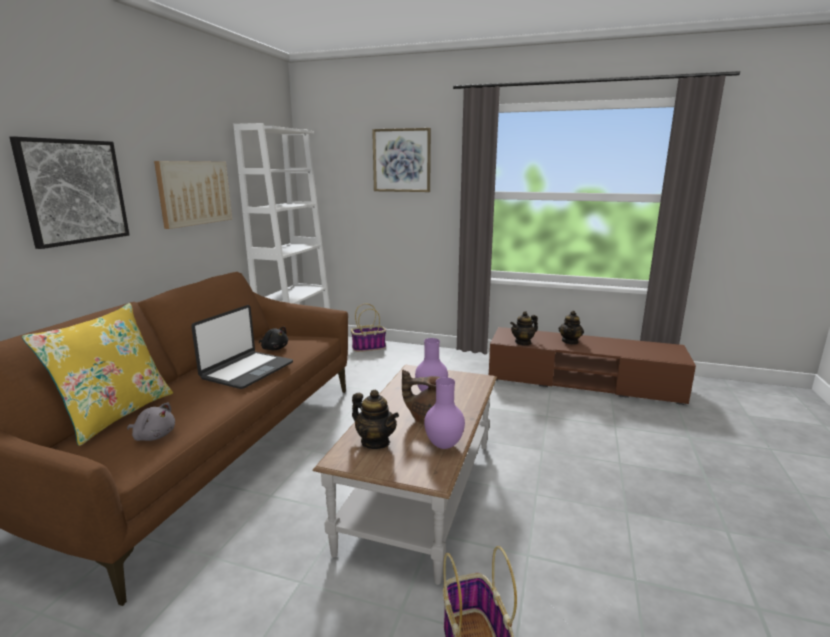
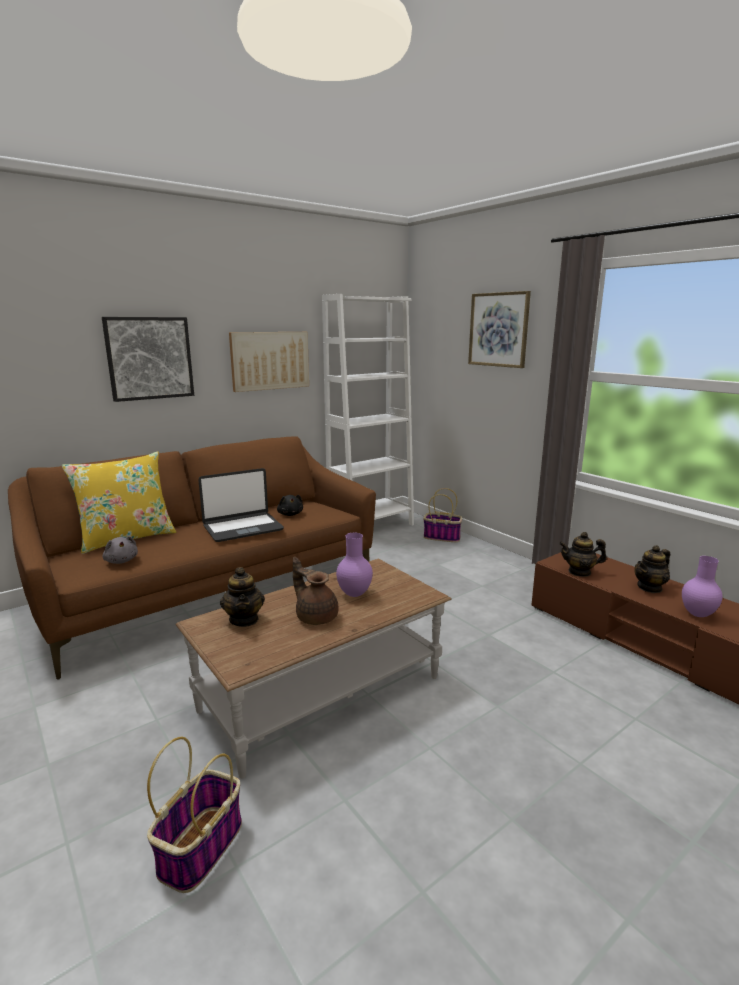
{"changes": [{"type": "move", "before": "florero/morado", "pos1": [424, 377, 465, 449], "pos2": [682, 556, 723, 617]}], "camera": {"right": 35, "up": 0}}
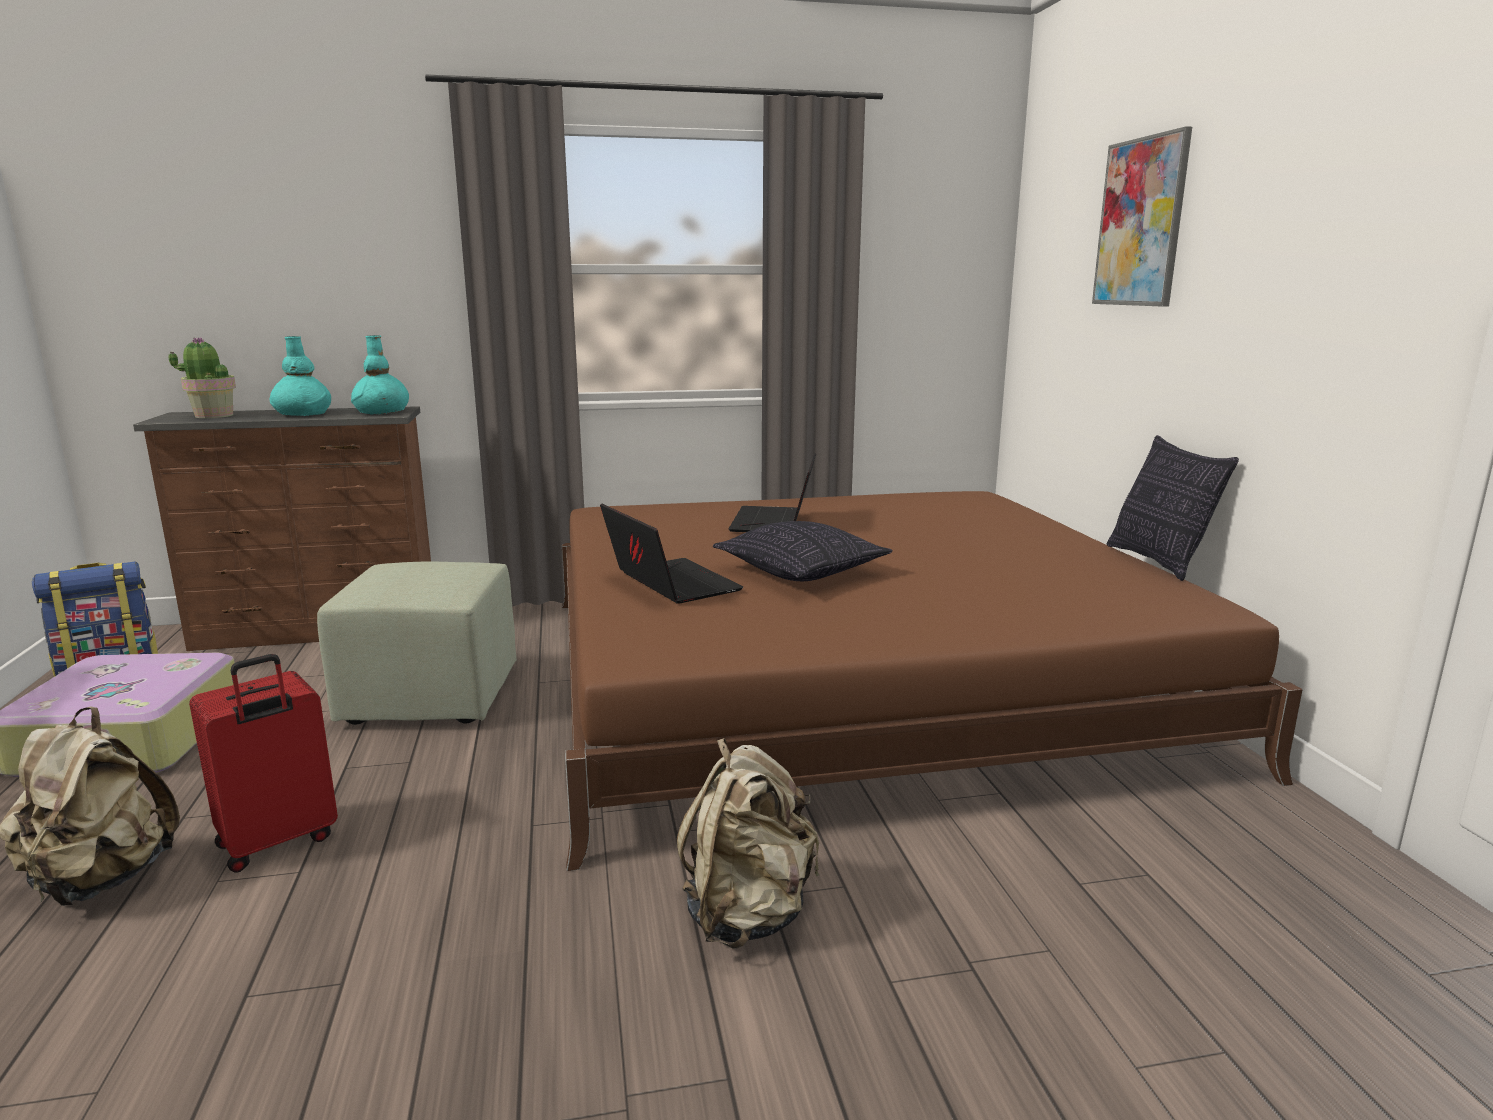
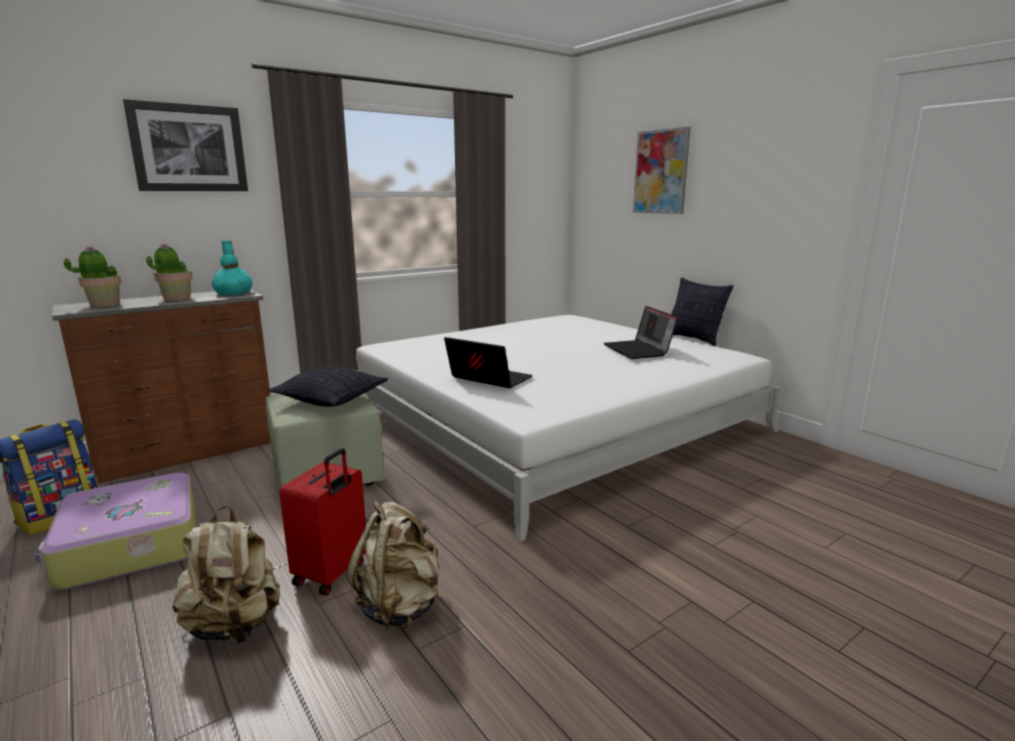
{"changes": [{"type": "insert", "after": "cuadro", "pos2": [123, 99, 248, 191]}, {"type": "replace", "before": "florero/turquesa", "after": "planta en maceta", "pos1": [269, 336, 331, 416], "pos2": [146, 244, 193, 301]}, {"type": "move", "before": "cojín", "pos1": [713, 521, 893, 581], "pos2": [267, 367, 388, 407]}, {"type": "move", "before": "mochila/beis", "pos1": [677, 738, 820, 948], "pos2": [347, 500, 440, 630]}, {"type": "recolor", "before": "cama/marrón", "after": "cama/blanco", "pos1": [562, 491, 1303, 871], "pos2": [356, 315, 781, 542]}, {"type": "move", "before": "portátil", "pos1": [729, 453, 816, 532], "pos2": [604, 306, 678, 359]}], "camera": {"right": -25, "up": 0}}
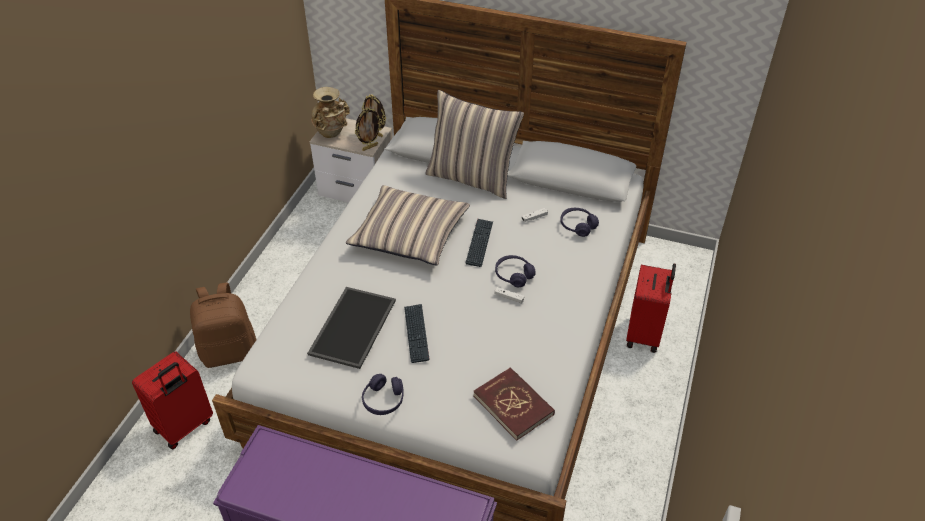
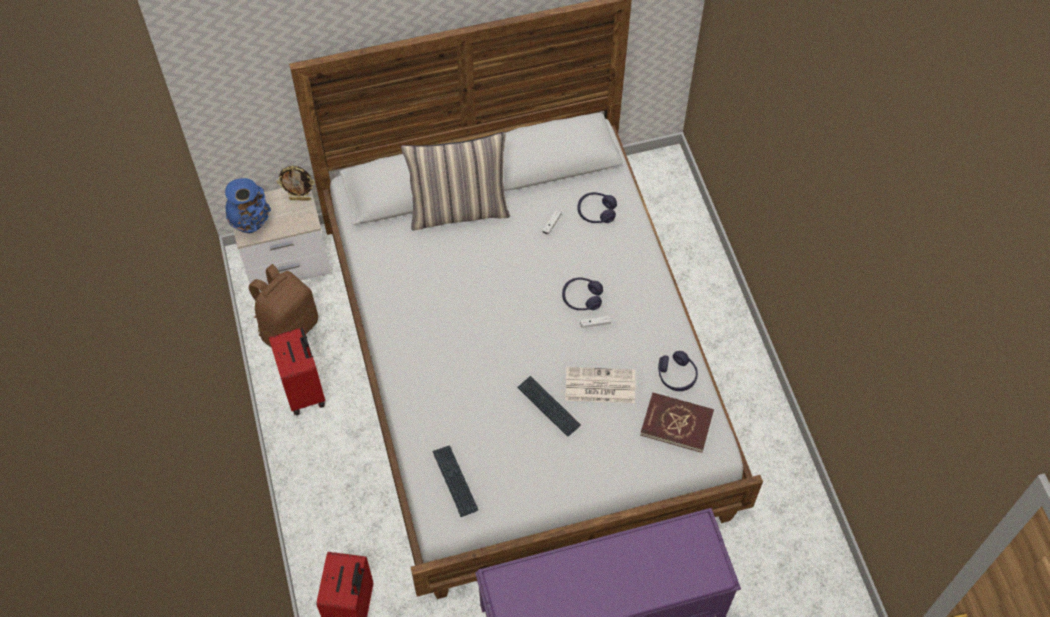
{"changes": [{"type": "recolor", "before": "florero/beis", "after": "florero/azul", "pos1": [312, 87, 350, 138], "pos2": [225, 178, 271, 233]}, {"type": "move", "before": "mochila/marrón", "pos1": [190, 282, 257, 368], "pos2": [249, 264, 318, 347]}, {"type": "move", "before": "maleta/rojo", "pos1": [626, 263, 676, 353], "pos2": [269, 327, 325, 415]}, {"type": "move", "before": "teclado", "pos1": [465, 219, 493, 267], "pos2": [432, 445, 478, 517]}, {"type": "insert", "after": "periódico", "pos2": [565, 367, 635, 403]}, {"type": "move", "before": "auriculares/morado", "pos1": [362, 374, 403, 415], "pos2": [658, 351, 698, 391]}, {"type": "delete", "before": "bandeja", "pos1": [307, 287, 396, 369]}, {"type": "delete", "before": "cojín", "pos1": [346, 185, 470, 265]}, {"type": "delete", "before": "portarretratos", "pos1": [355, 108, 382, 151]}], "camera": {"right": -35, "up": 15}}
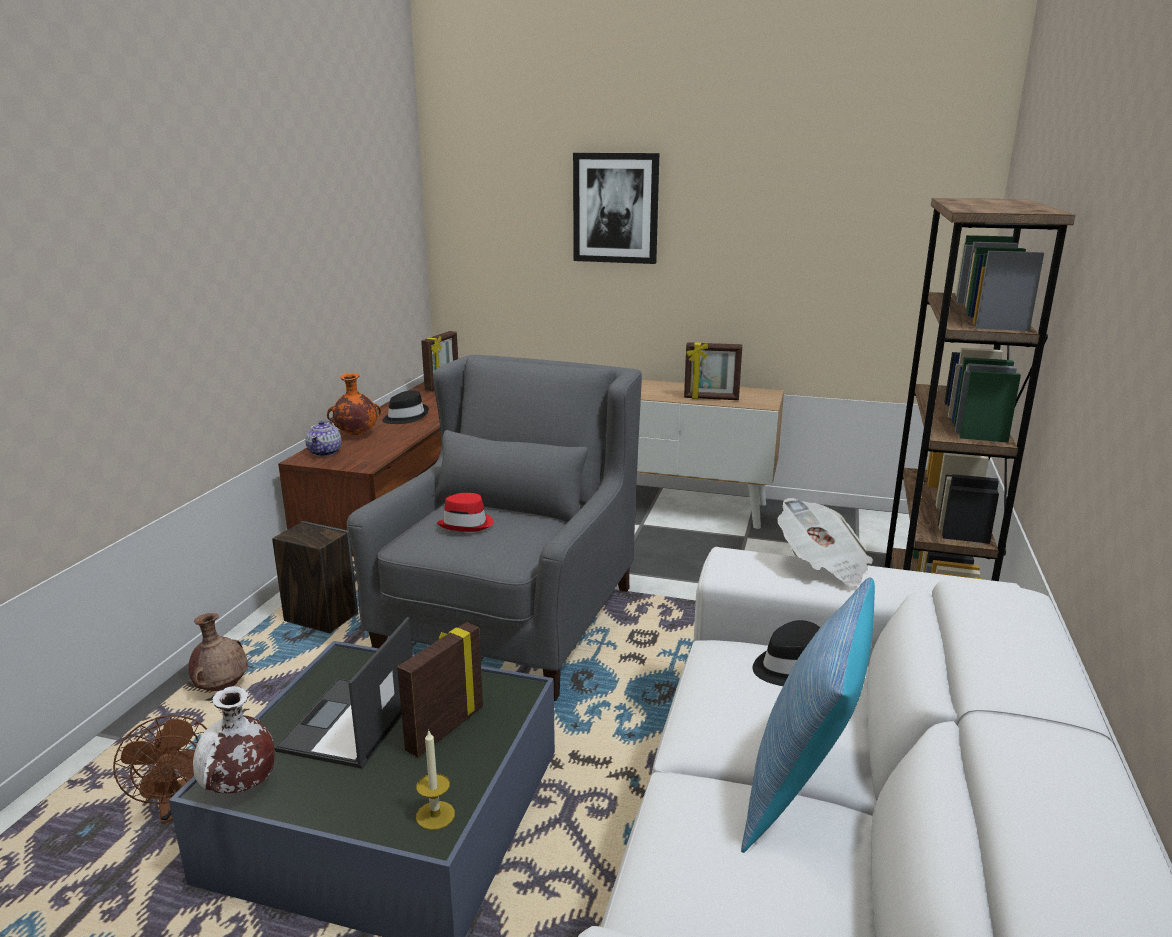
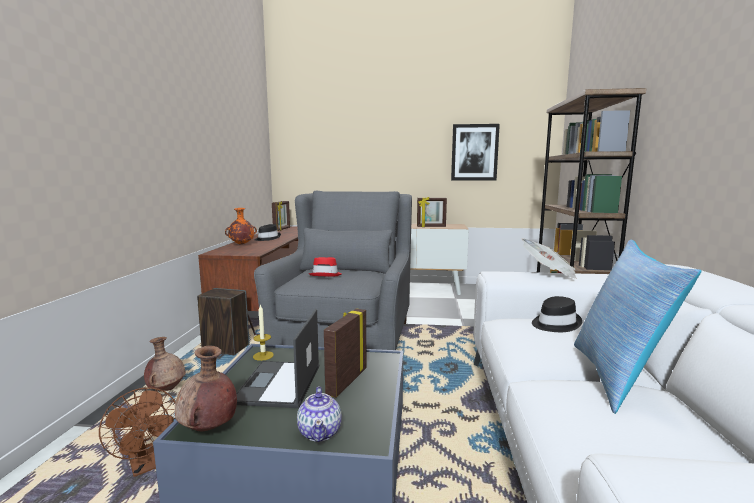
{"changes": [{"type": "recolor", "before": "florero/blanco", "after": "florero/marrón", "pos1": [193, 686, 275, 793], "pos2": [175, 346, 237, 431]}, {"type": "move", "before": "vela", "pos1": [416, 729, 455, 830], "pos2": [253, 304, 274, 361]}, {"type": "move", "before": "tetera", "pos1": [305, 421, 342, 457], "pos2": [297, 387, 342, 442]}, {"type": "move", "before": "cuadro", "pos1": [573, 153, 660, 264], "pos2": [451, 124, 500, 180]}], "camera": {"right": -10, "up": -10}}
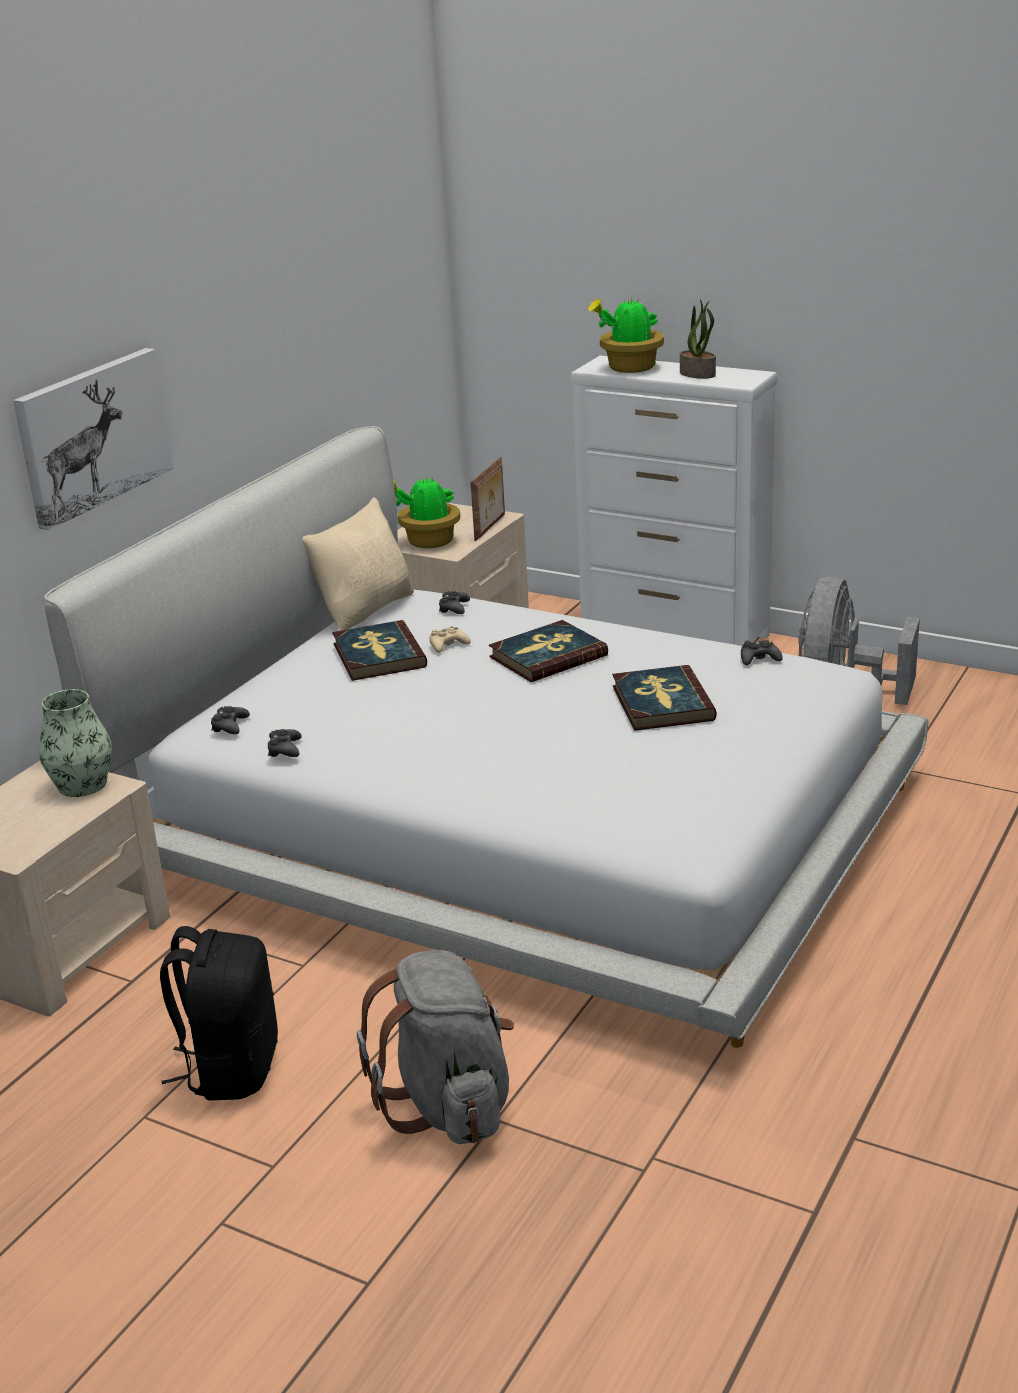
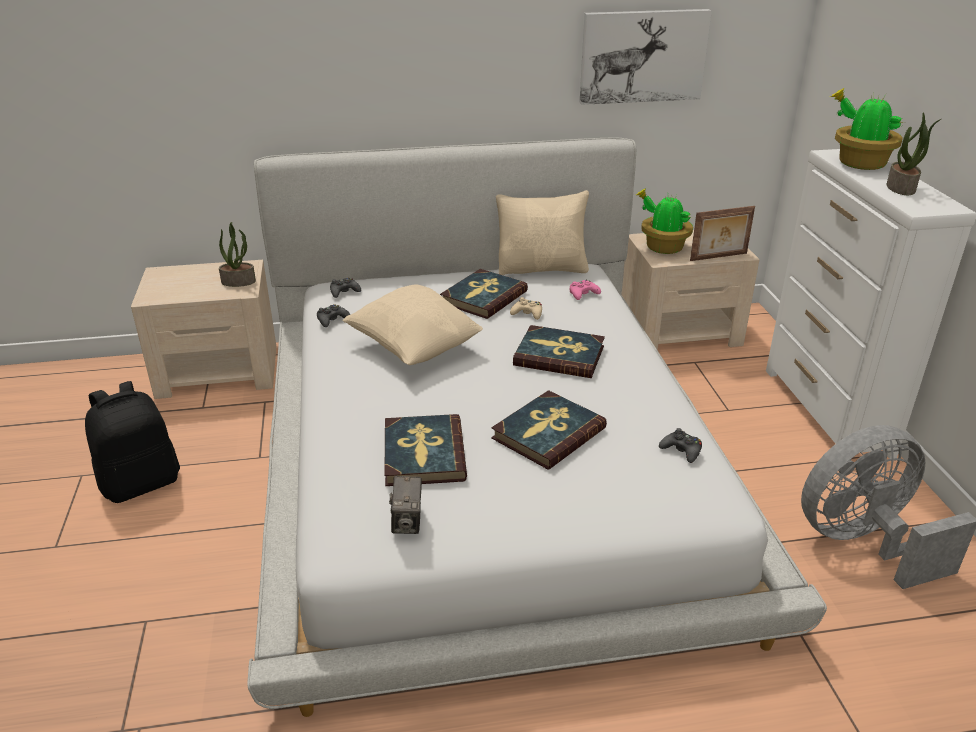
{"changes": [{"type": "replace", "before": "florero", "after": "planta en maceta", "pos1": [39, 689, 112, 797], "pos2": [219, 222, 256, 287]}, {"type": "insert", "after": "cojín/beis", "pos2": [343, 285, 483, 365]}, {"type": "insert", "after": "libro", "pos2": [384, 414, 467, 486]}, {"type": "insert", "after": "cámara", "pos2": [389, 476, 422, 534]}, {"type": "recolor", "before": "mando de consola/negro", "after": "mando de consola/rosa", "pos1": [439, 591, 470, 614], "pos2": [570, 280, 601, 300]}, {"type": "move", "before": "cuadro", "pos1": [13, 348, 174, 530], "pos2": [580, 9, 712, 105]}, {"type": "delete", "before": "mochila/gris", "pos1": [357, 950, 514, 1144]}], "camera": {"right": 50, "up": 5}}
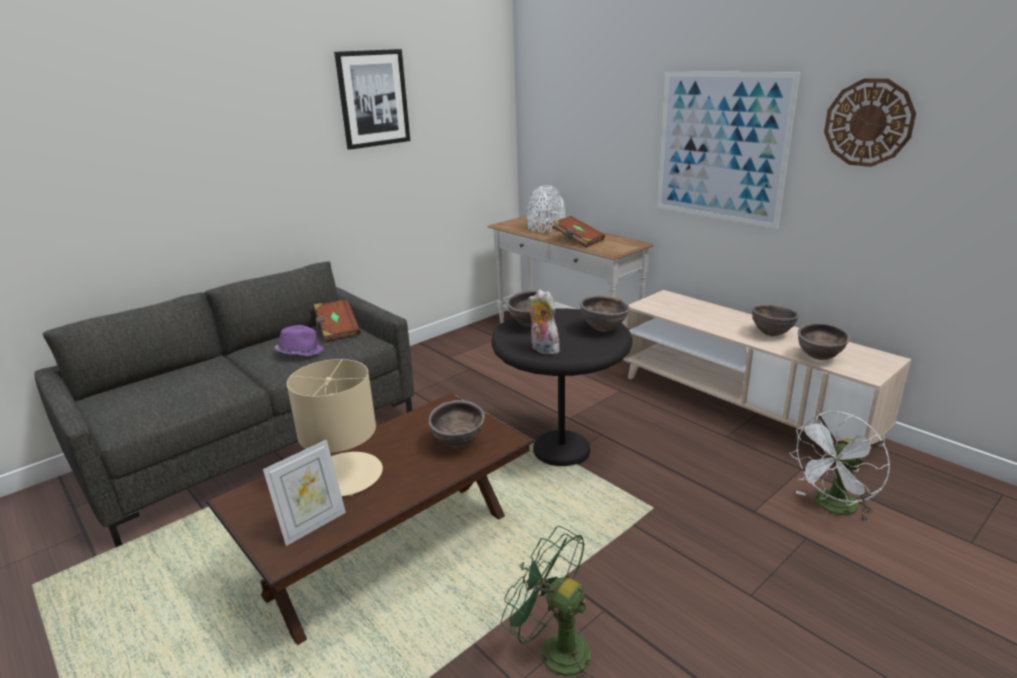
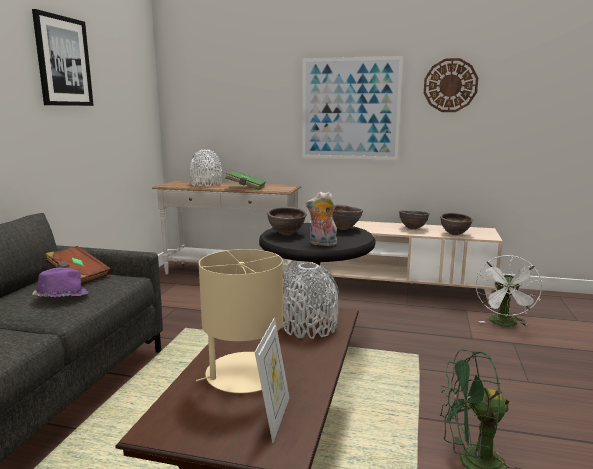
{"changes": [{"type": "recolor", "before": "libro/marrón", "after": "libro/verde", "pos1": [552, 216, 605, 247], "pos2": [225, 170, 265, 190]}, {"type": "replace", "before": "cuenco/marrón", "after": "florero/gris", "pos1": [428, 400, 485, 448], "pos2": [281, 262, 339, 339]}], "camera": {"right": -35, "up": -10}}
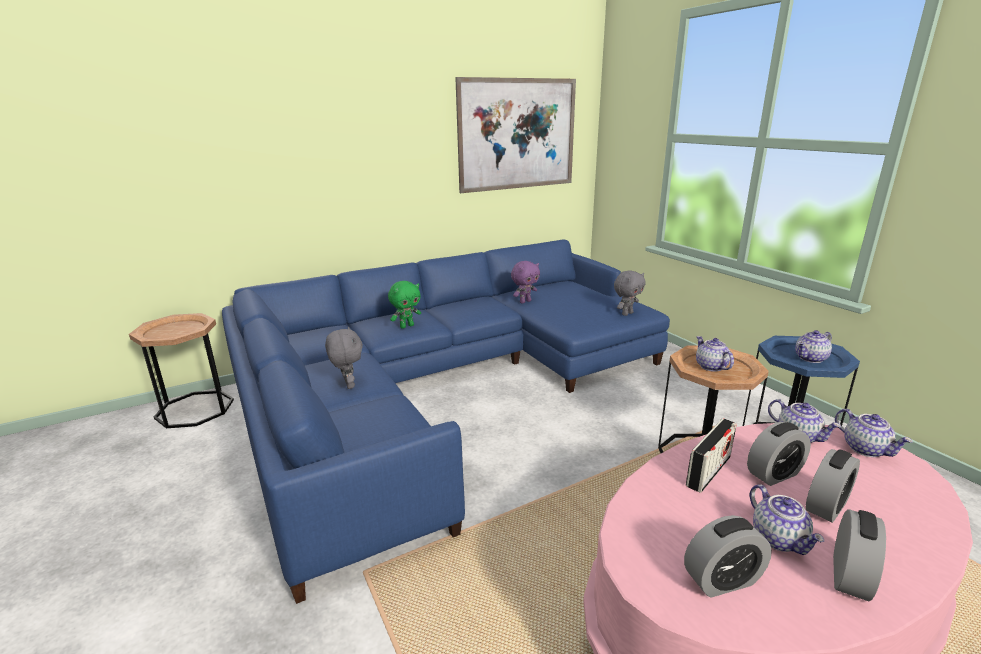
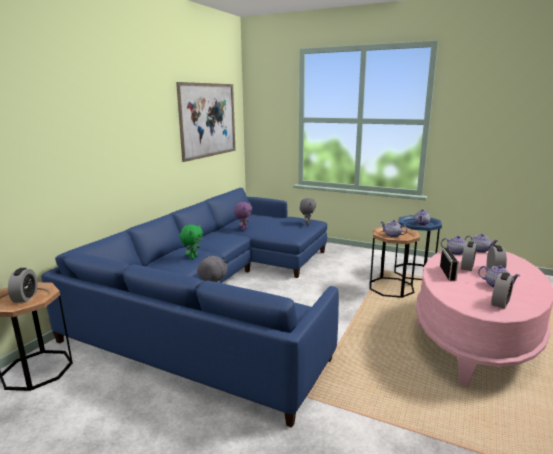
{"changes": [{"type": "move", "before": "despertador", "pos1": [833, 509, 886, 601], "pos2": [8, 268, 38, 303]}], "camera": {"right": -35, "up": -5}}
